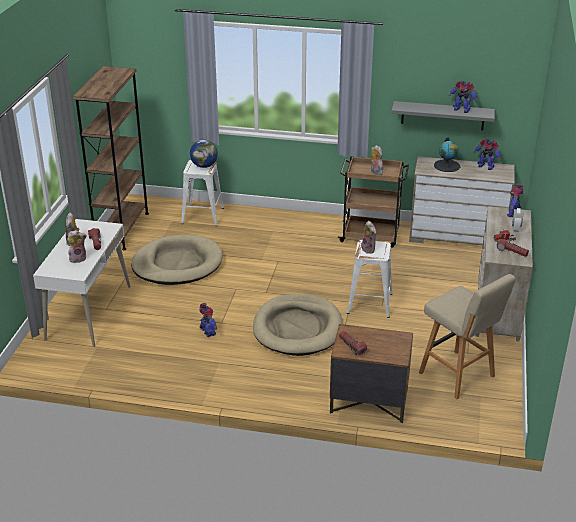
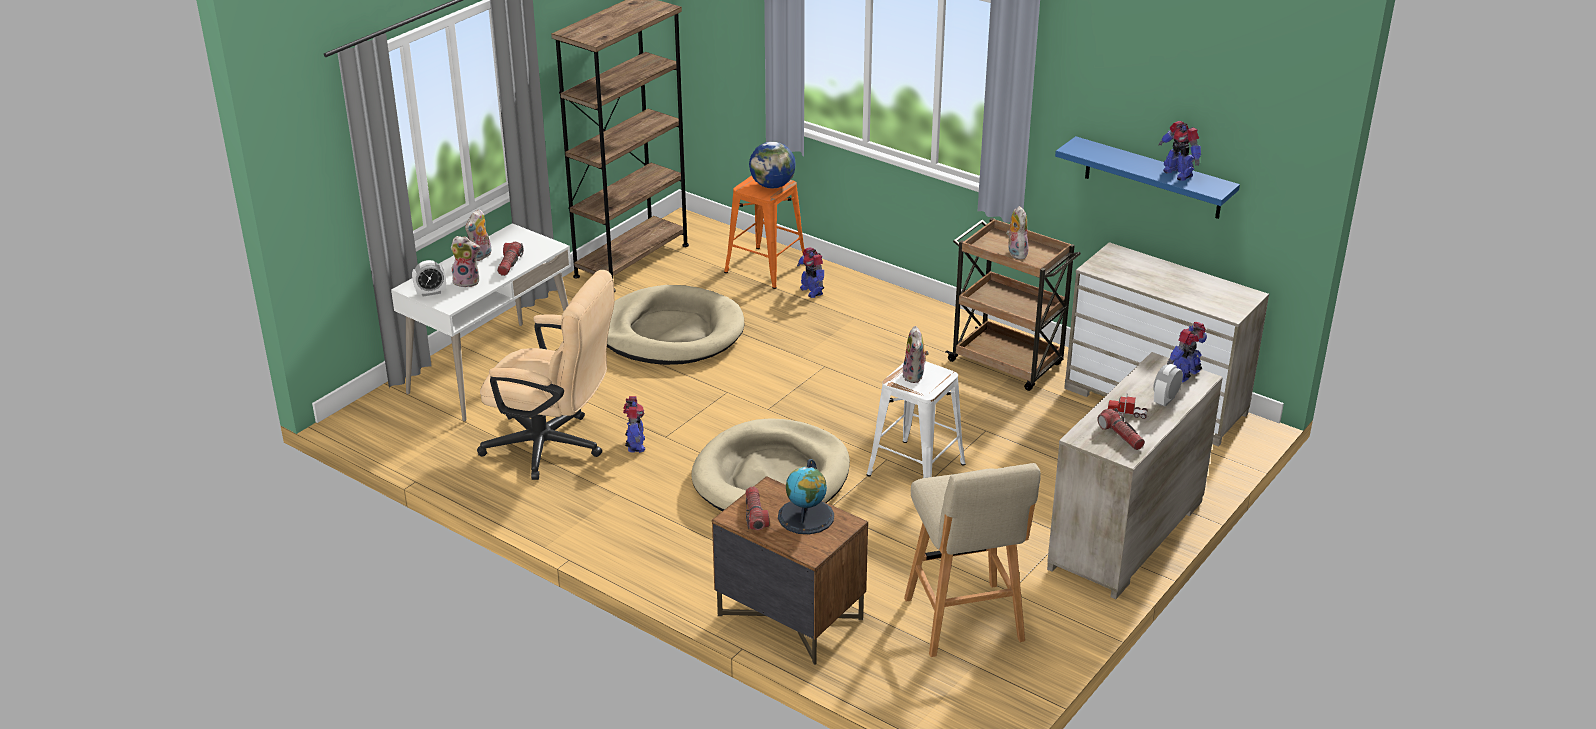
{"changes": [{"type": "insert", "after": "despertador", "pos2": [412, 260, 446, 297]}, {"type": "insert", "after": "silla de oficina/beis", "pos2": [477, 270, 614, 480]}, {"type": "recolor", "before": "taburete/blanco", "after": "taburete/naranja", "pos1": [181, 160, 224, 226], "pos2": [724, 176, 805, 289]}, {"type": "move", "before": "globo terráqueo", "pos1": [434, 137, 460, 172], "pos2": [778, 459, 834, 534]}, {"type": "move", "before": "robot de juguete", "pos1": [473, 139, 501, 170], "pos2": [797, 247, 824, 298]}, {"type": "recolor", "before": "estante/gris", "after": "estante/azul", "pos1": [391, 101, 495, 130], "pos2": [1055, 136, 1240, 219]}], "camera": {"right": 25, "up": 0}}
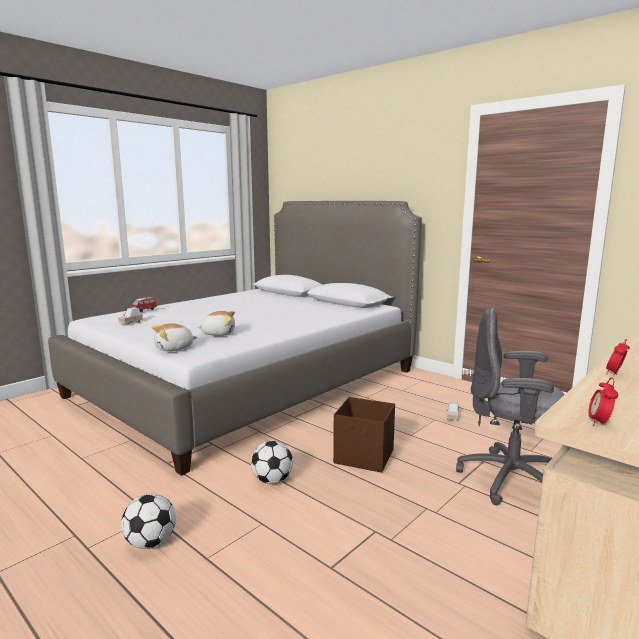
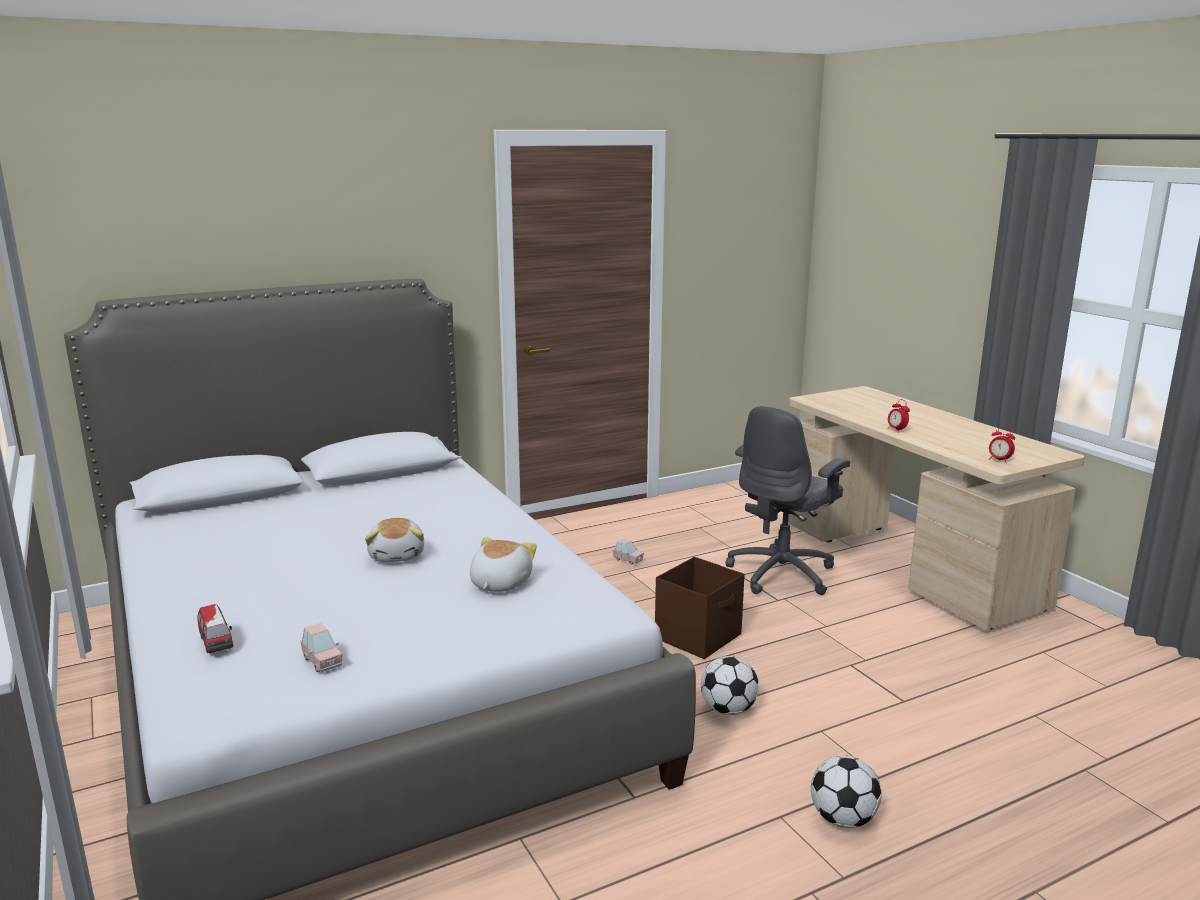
{"changes": [{"type": "move", "before": "peluche", "pos1": [151, 323, 198, 351], "pos2": [365, 518, 424, 562]}], "camera": {"right": -70, "up": 5}}
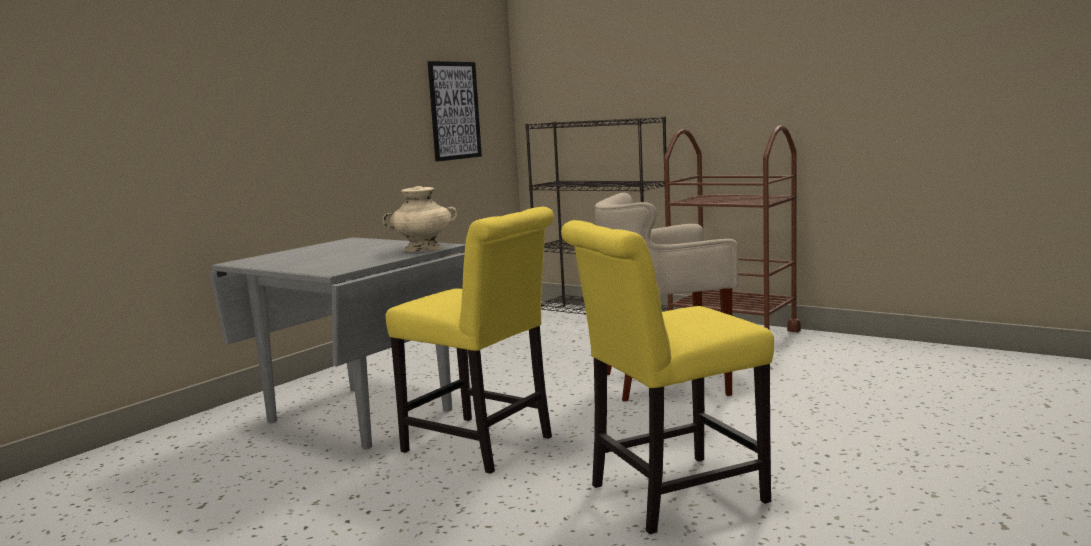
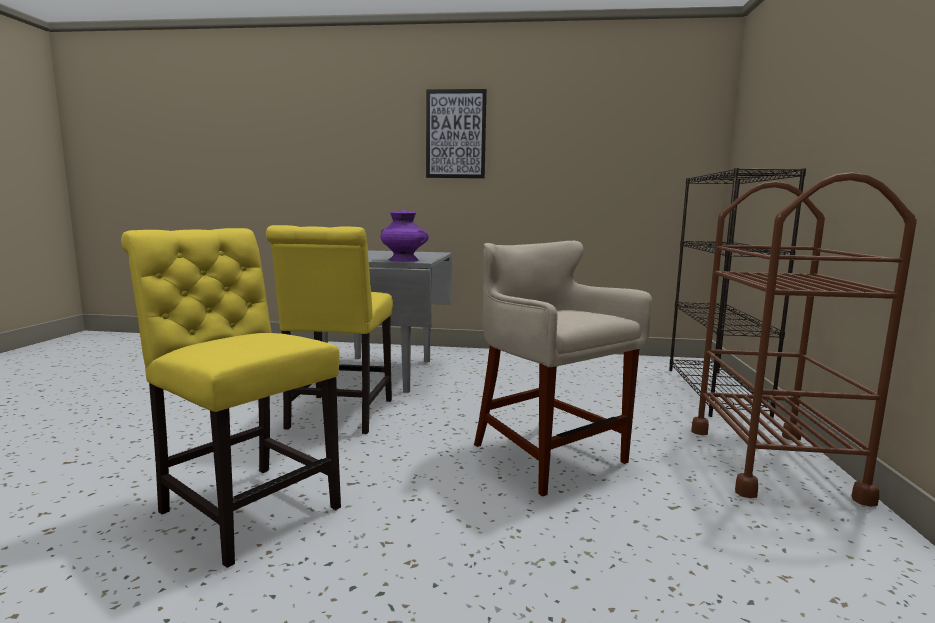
{"changes": [{"type": "recolor", "before": "florero/beis", "after": "florero/morado", "pos1": [383, 186, 457, 252], "pos2": [380, 210, 428, 262]}, {"type": "move", "before": "cuadro", "pos1": [428, 61, 482, 162], "pos2": [426, 89, 487, 178]}], "camera": {"right": 60, "up": 0}}
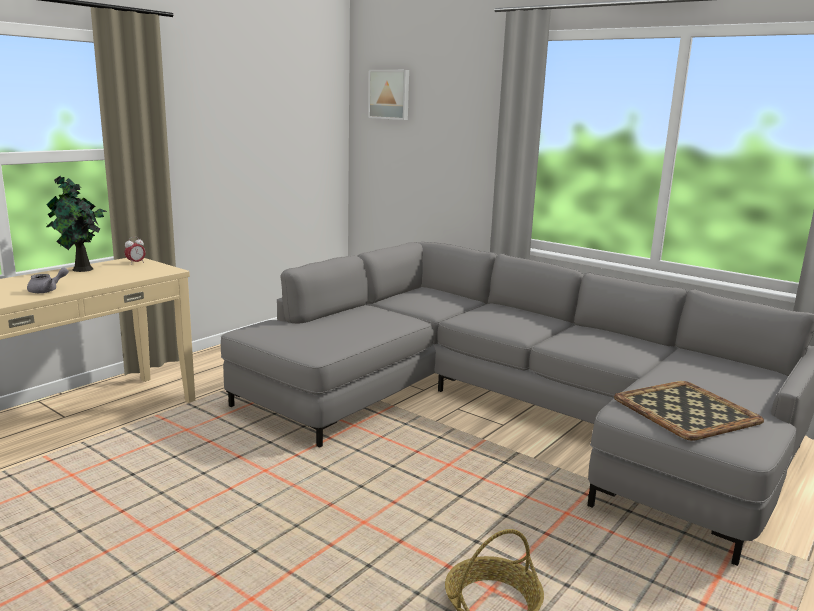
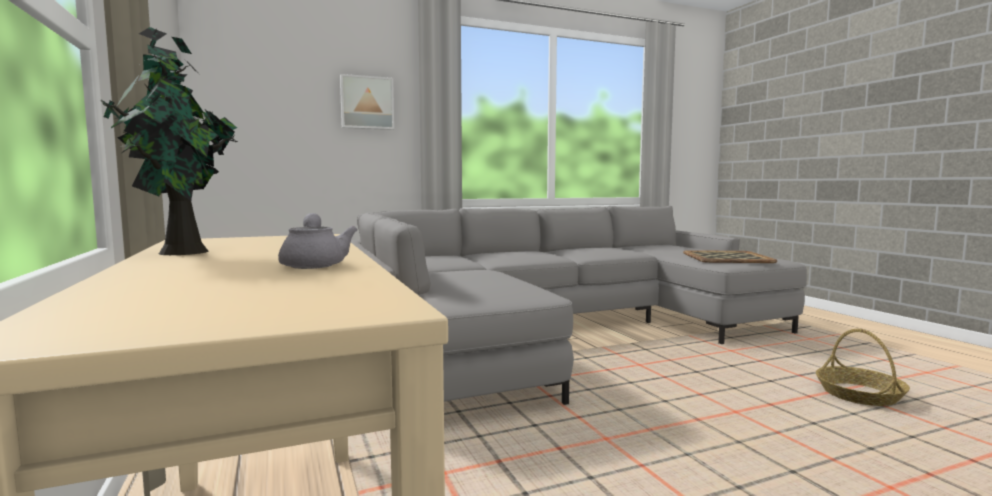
{"changes": [{"type": "move", "before": "cuadro", "pos1": [368, 70, 409, 120], "pos2": [340, 74, 394, 130]}, {"type": "delete", "before": "despertador", "pos1": [125, 237, 146, 265]}], "camera": {"right": -60, "up": -10}}
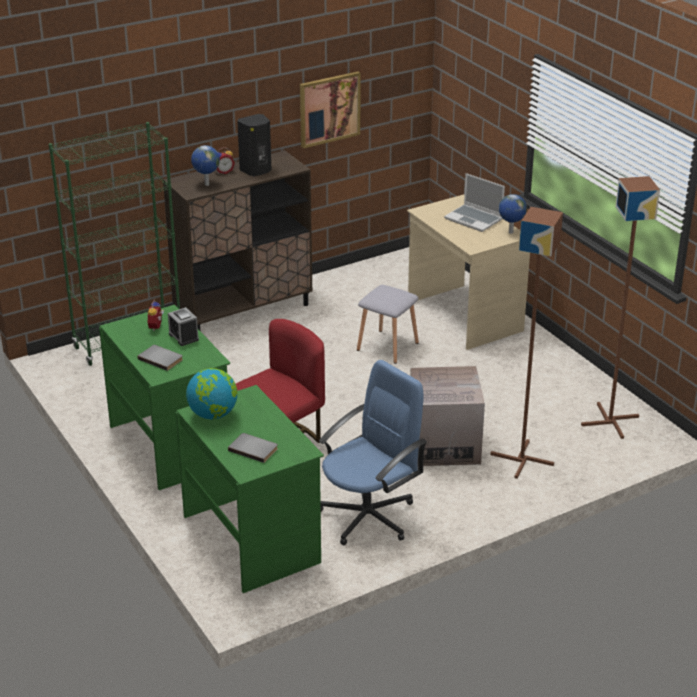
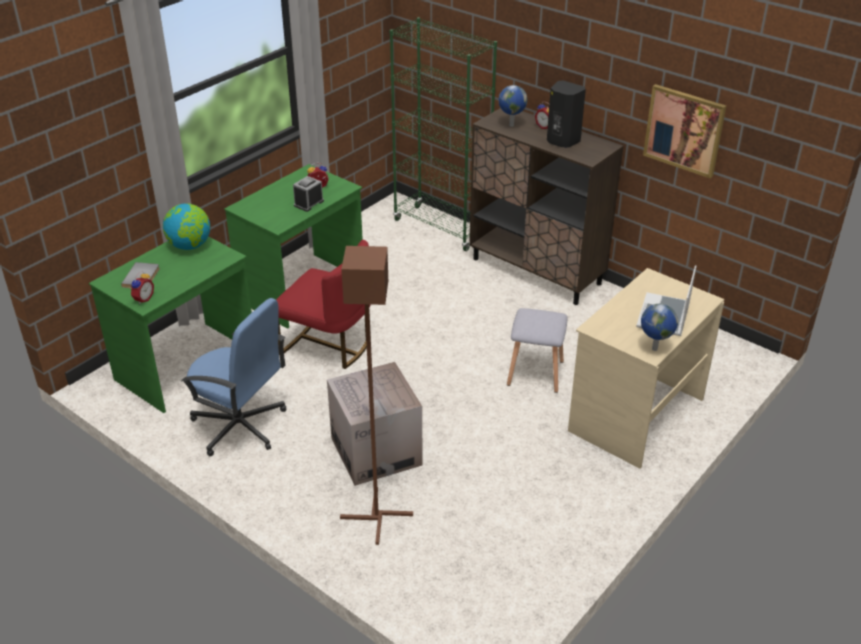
{"changes": [{"type": "insert", "after": "despertador", "pos2": [130, 271, 154, 304]}, {"type": "delete", "before": "libro/gris", "pos1": [138, 345, 183, 371]}, {"type": "delete", "before": "lámpara de pie/marrón", "pos1": [581, 176, 660, 439]}], "camera": {"right": 70, "up": 5}}
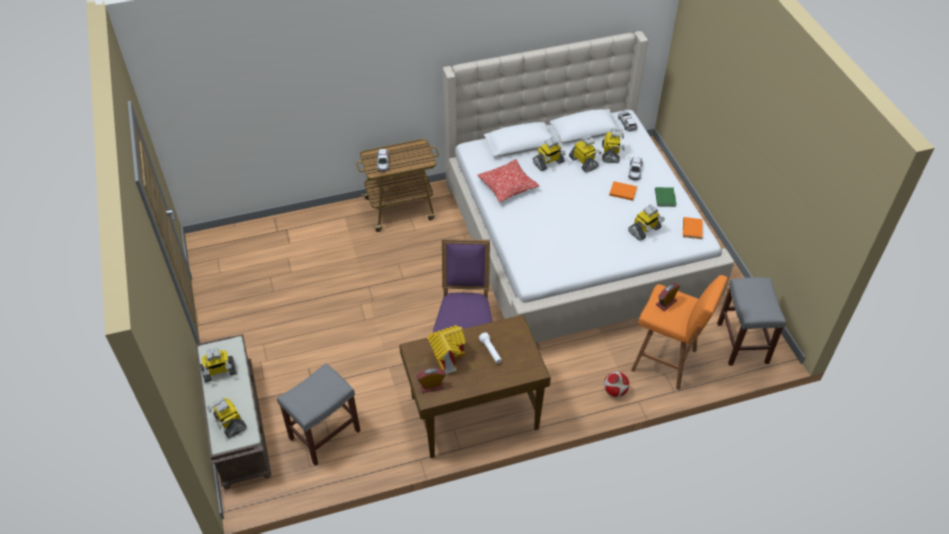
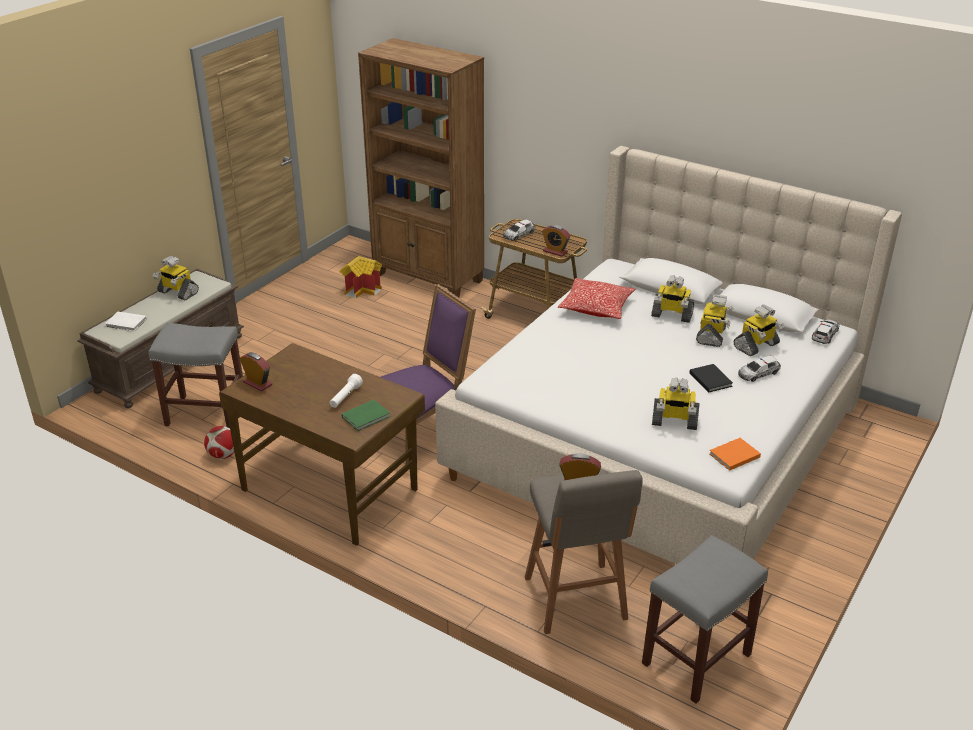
{"changes": [{"type": "replace", "before": "robot de juguete", "after": "libro/blanco", "pos1": [207, 397, 247, 438], "pos2": [105, 312, 147, 331]}, {"type": "move", "before": "balón de fútbol", "pos1": [604, 372, 629, 397], "pos2": [204, 426, 234, 459]}, {"type": "move", "before": "casita", "pos1": [427, 325, 466, 374], "pos2": [339, 256, 382, 298]}, {"type": "move", "before": "libro/verde", "pos1": [655, 187, 677, 207], "pos2": [342, 400, 390, 431]}, {"type": "insert", "after": "estantería/marrón", "pos2": [358, 38, 484, 297]}, {"type": "recolor", "before": "taburete/naranja", "after": "taburete/gris", "pos1": [631, 275, 728, 390], "pos2": [525, 469, 643, 634]}, {"type": "insert", "after": "despertador", "pos2": [542, 225, 570, 257]}, {"type": "recolor", "before": "libro/naranja", "after": "libro/negro", "pos1": [609, 181, 637, 201], "pos2": [689, 364, 733, 393]}], "camera": {"right": 50, "up": -15}}
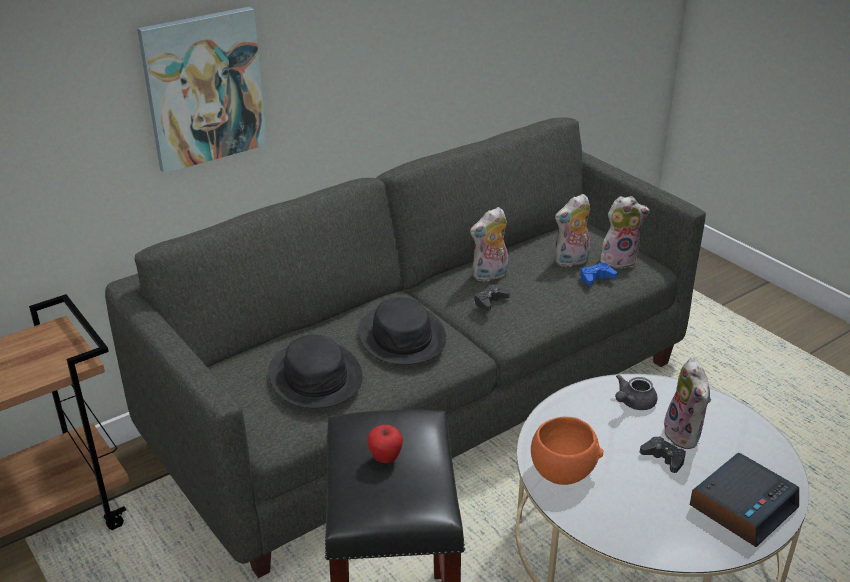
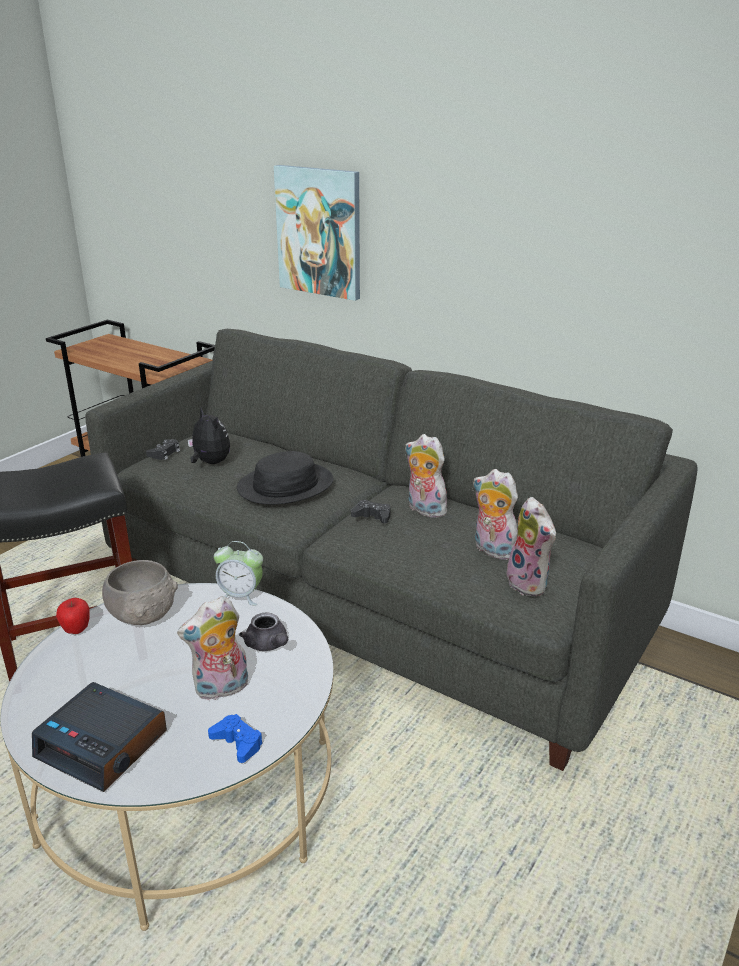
{"changes": [{"type": "move", "before": "manzana", "pos1": [367, 425, 403, 463], "pos2": [56, 598, 90, 634]}, {"type": "recolor", "before": "cuenco/naranja", "after": "cuenco/gris", "pos1": [531, 416, 603, 485], "pos2": [102, 560, 178, 625]}, {"type": "move", "before": "mando de consola/negro", "pos1": [640, 436, 686, 473], "pos2": [146, 439, 180, 460]}, {"type": "replace", "before": "sombrero/negro", "after": "peluche", "pos1": [269, 335, 363, 408], "pos2": [188, 408, 230, 464]}, {"type": "move", "before": "mando de consola/azul", "pos1": [580, 263, 617, 285], "pos2": [208, 714, 263, 763]}, {"type": "insert", "after": "despertador", "pos2": [214, 541, 263, 606]}, {"type": "rotate", "before": "tetera/gris", "pos1": [615, 375, 657, 410], "pos2": [239, 613, 288, 651], "turn": -150}], "camera": {"right": 70, "up": -5}}
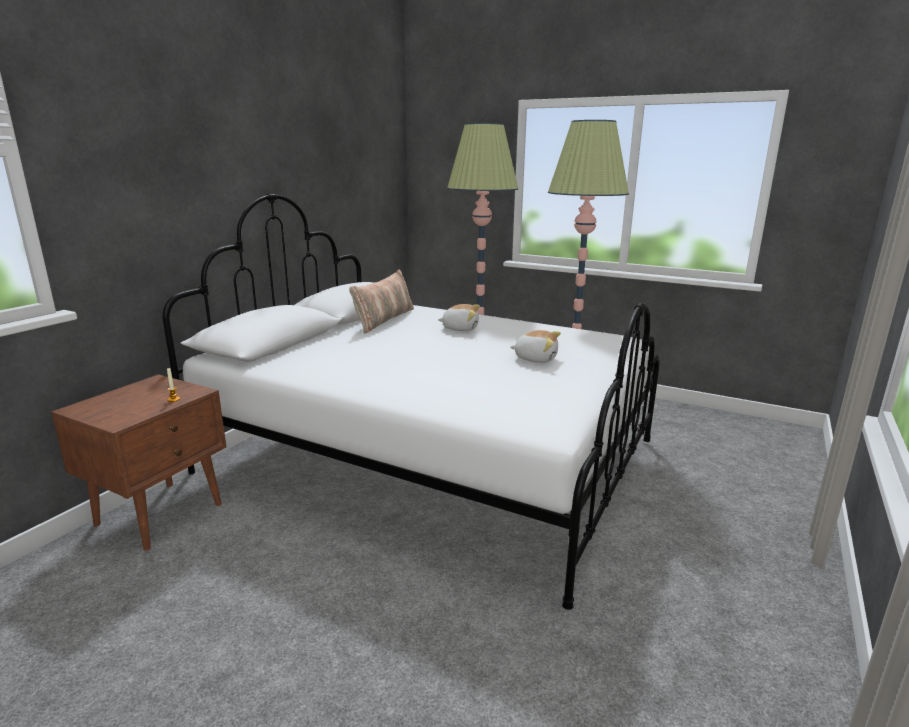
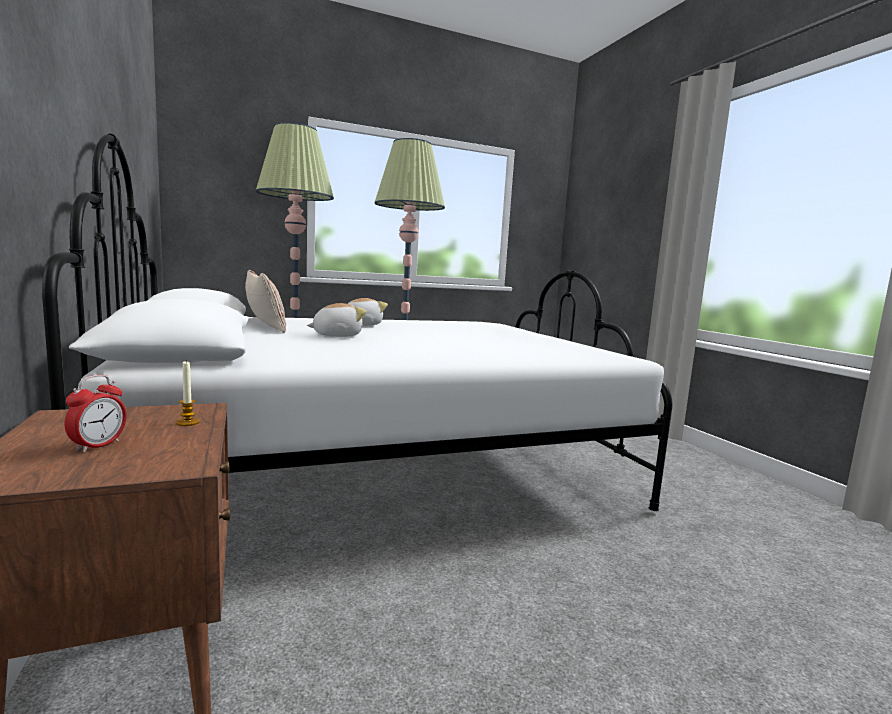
{"changes": [{"type": "insert", "after": "despertador", "pos2": [65, 375, 127, 453]}, {"type": "move", "before": "peluche", "pos1": [510, 330, 561, 363], "pos2": [307, 303, 367, 337]}], "camera": {"right": -50, "up": -10}}
